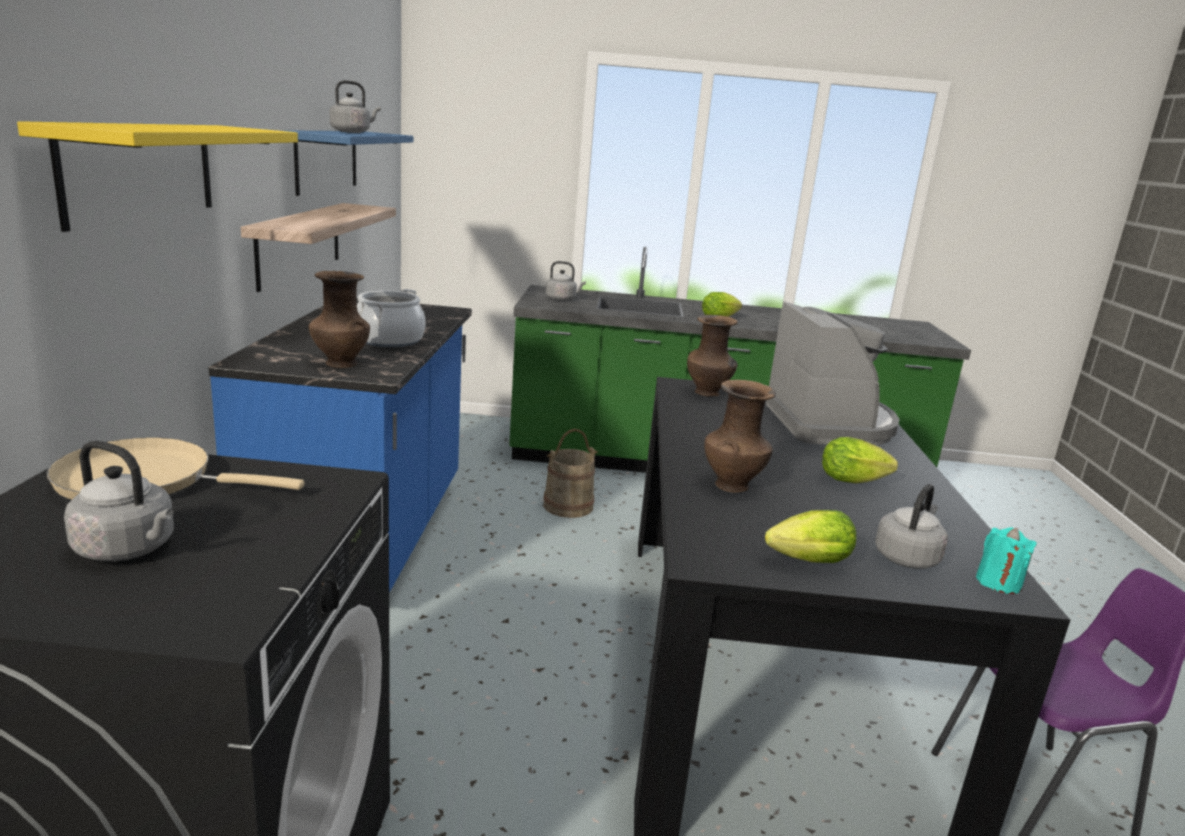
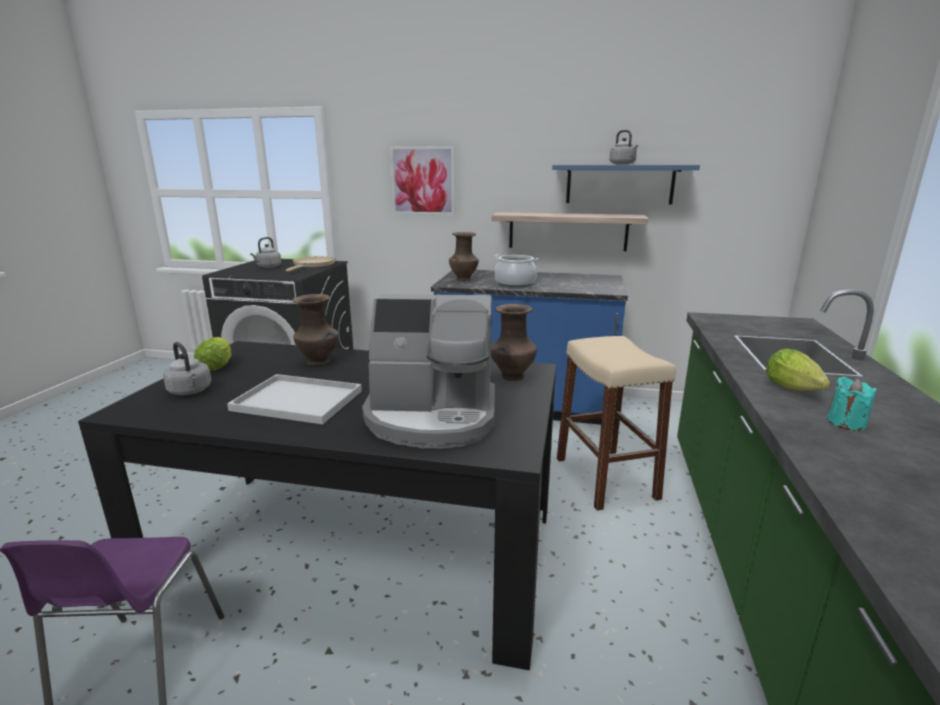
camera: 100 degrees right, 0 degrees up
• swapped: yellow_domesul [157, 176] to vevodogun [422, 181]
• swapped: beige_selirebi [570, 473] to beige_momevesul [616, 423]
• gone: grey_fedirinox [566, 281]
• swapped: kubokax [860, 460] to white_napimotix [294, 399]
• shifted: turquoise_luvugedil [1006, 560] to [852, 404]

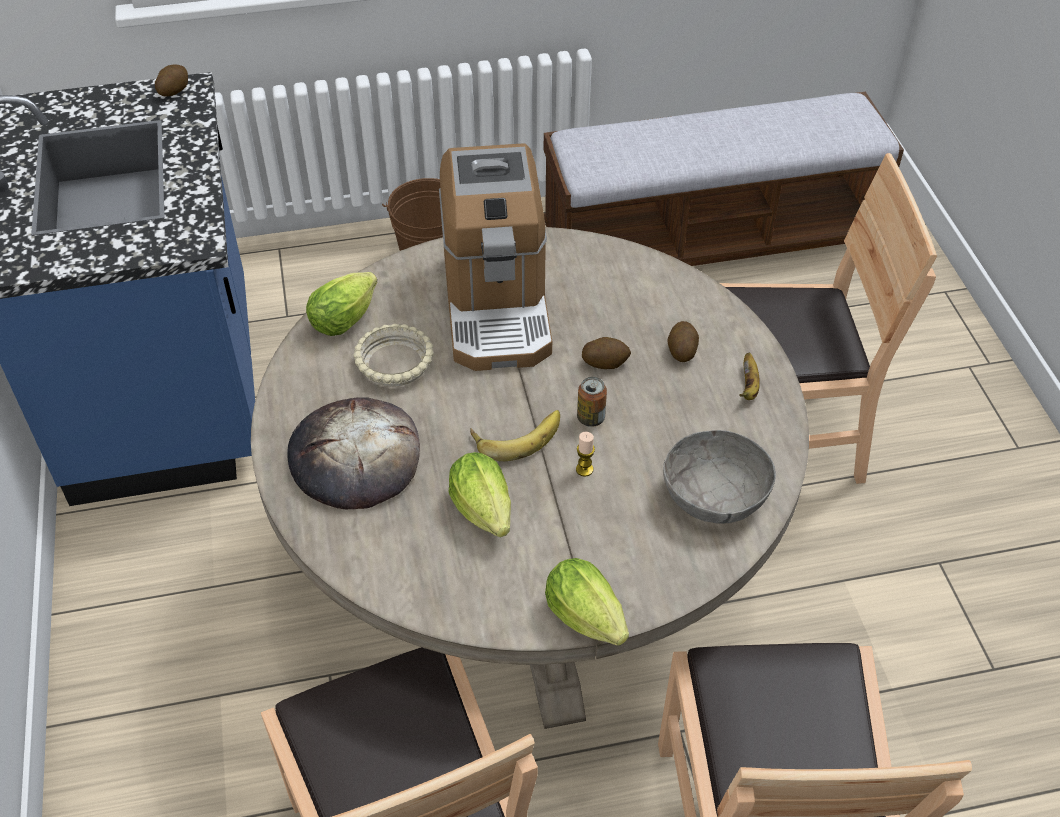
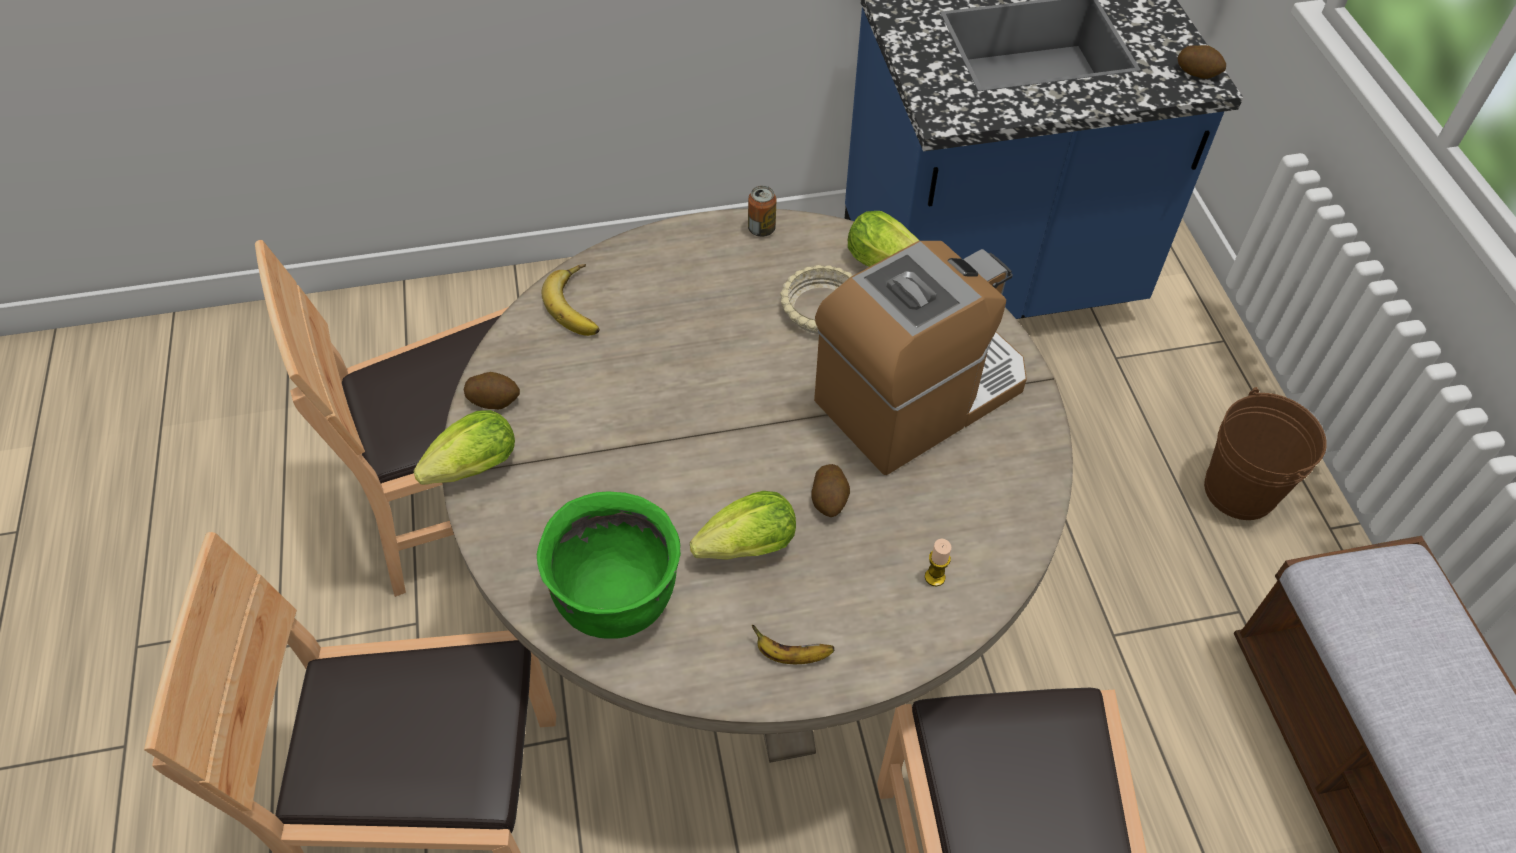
camera: 90 degrees right, 5 degrees up
• gone: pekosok [353, 453]
• rotated: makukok [495, 257] = [920, 358] 150 degrees clockwise
• shifted: kubokax [480, 494] to [743, 525]
• shifted: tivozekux [515, 435] to [571, 300]
• shifted: luvugedil [585, 454] to [938, 563]
• shifted: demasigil [592, 402] to [762, 211]
• swapped: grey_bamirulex [719, 477] to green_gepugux [609, 565]
• shifted: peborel [683, 341] to [492, 390]

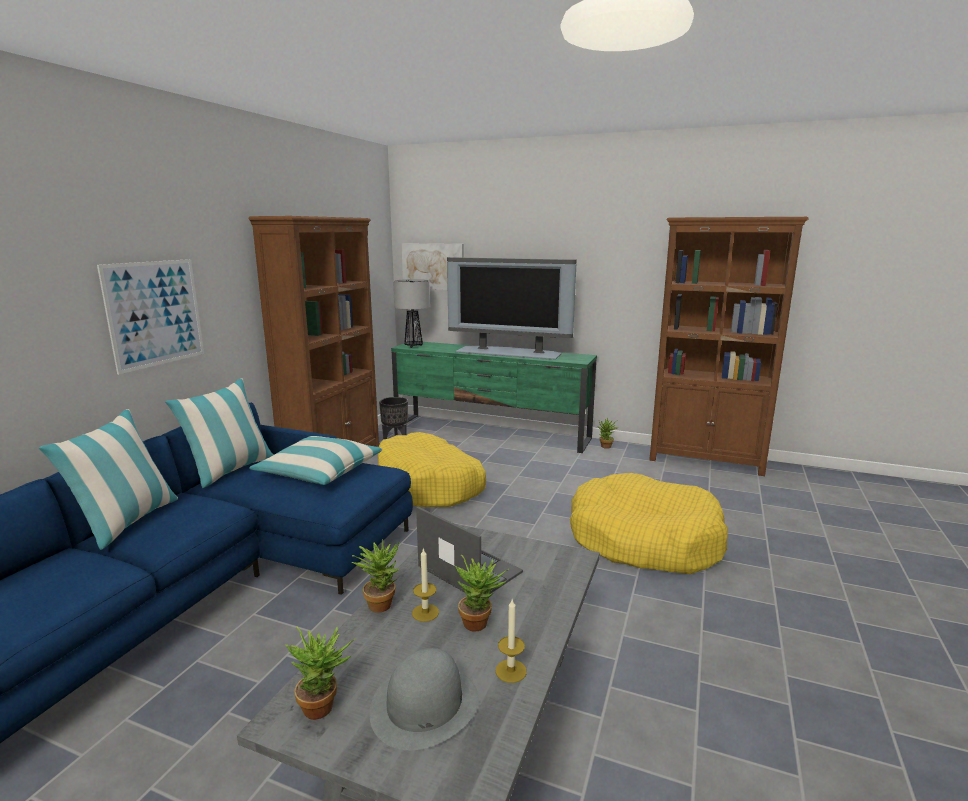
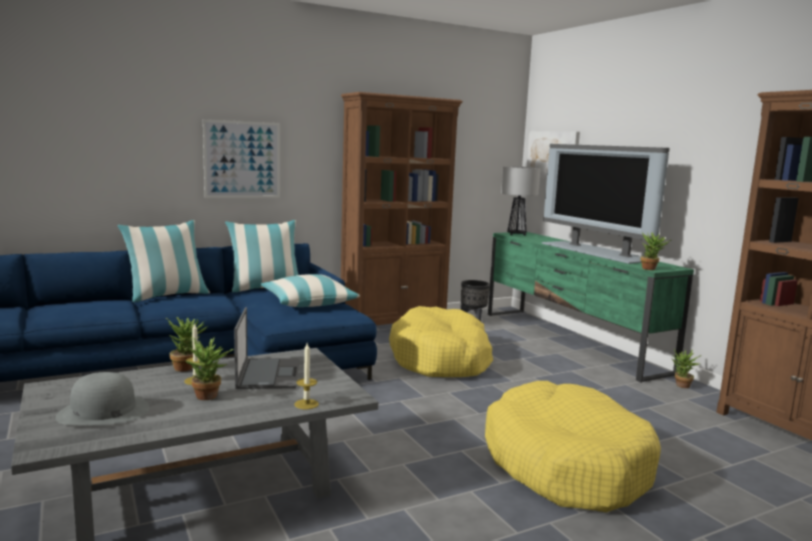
camera: 40 degrees right, 5 degrees down
• shifted: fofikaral [320, 673] to [656, 251]
• shifted: luvugedil [511, 641] to [306, 376]

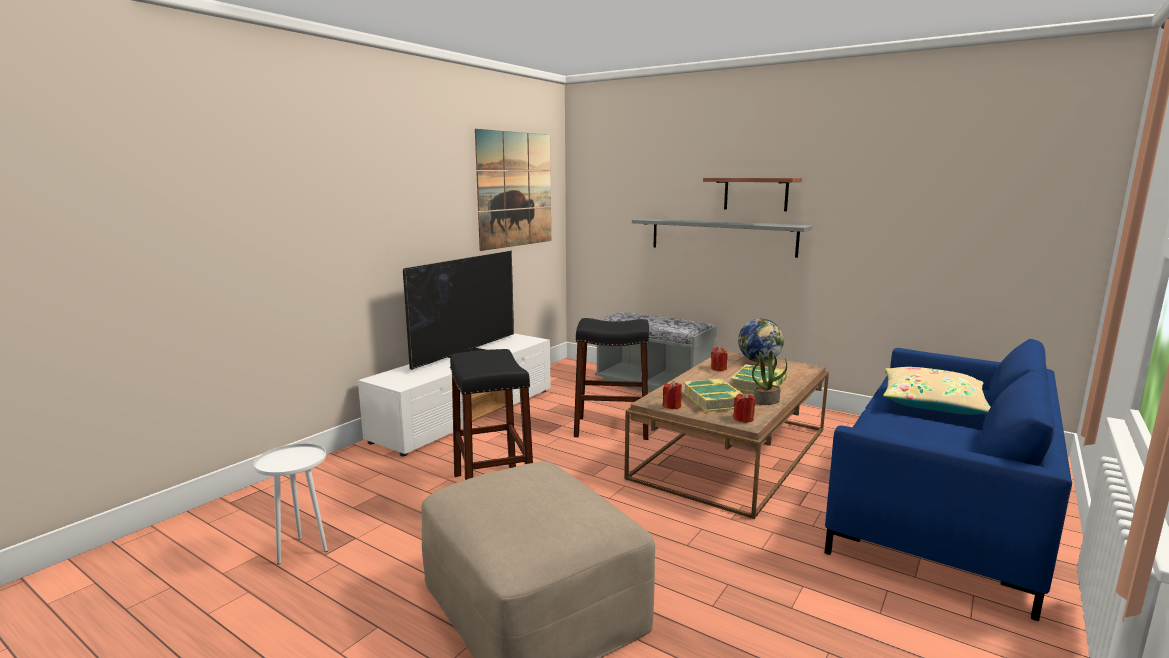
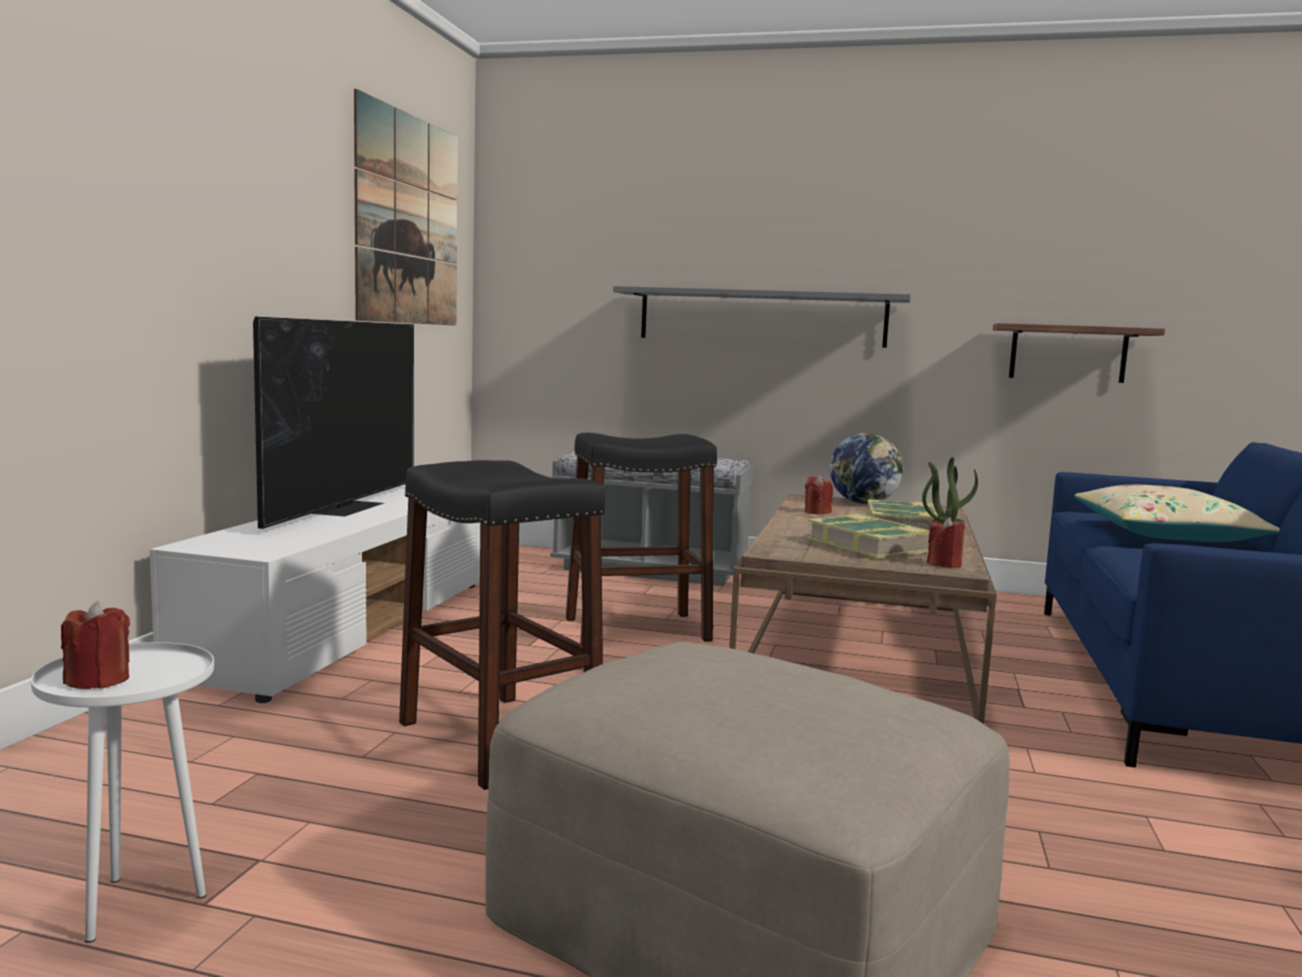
camera: 20 degrees left, 5 degrees down
• shifted: red_luvugedil [672, 395] to [95, 645]
• shifted: domesul [752, 194] to [1079, 353]

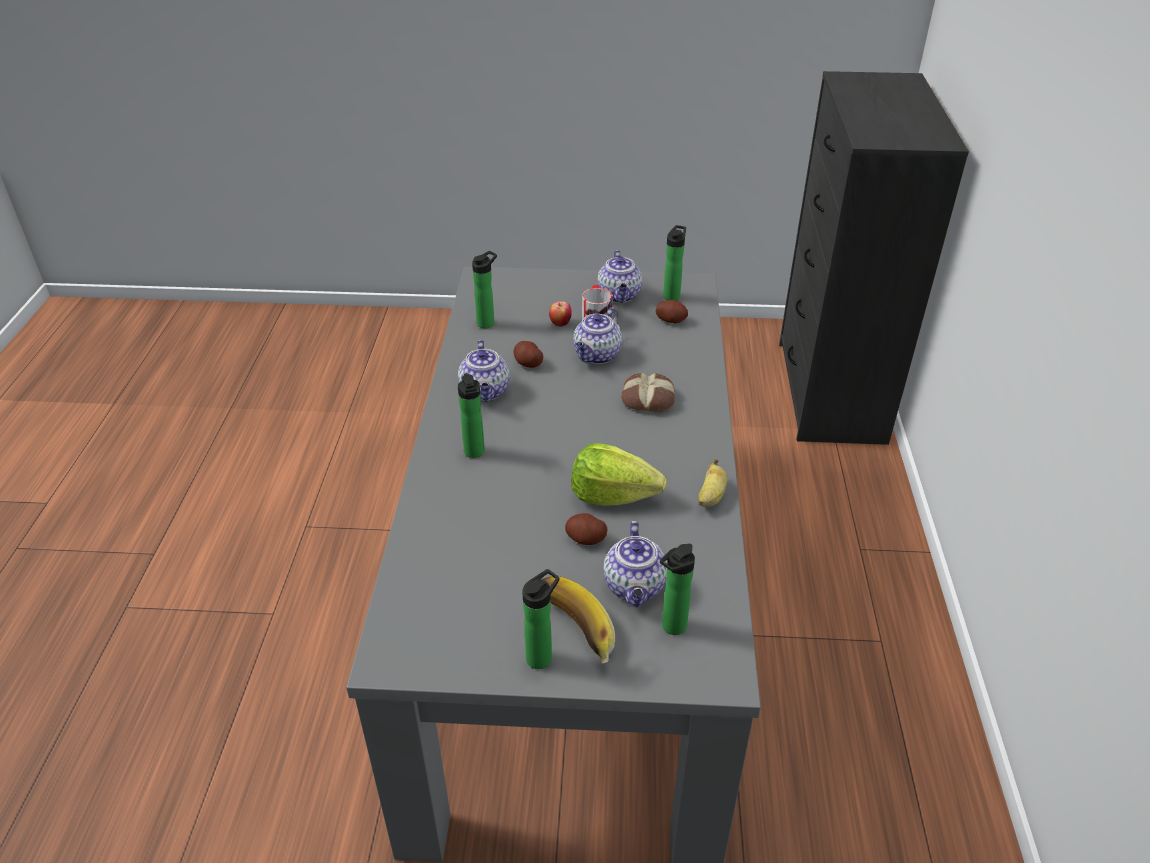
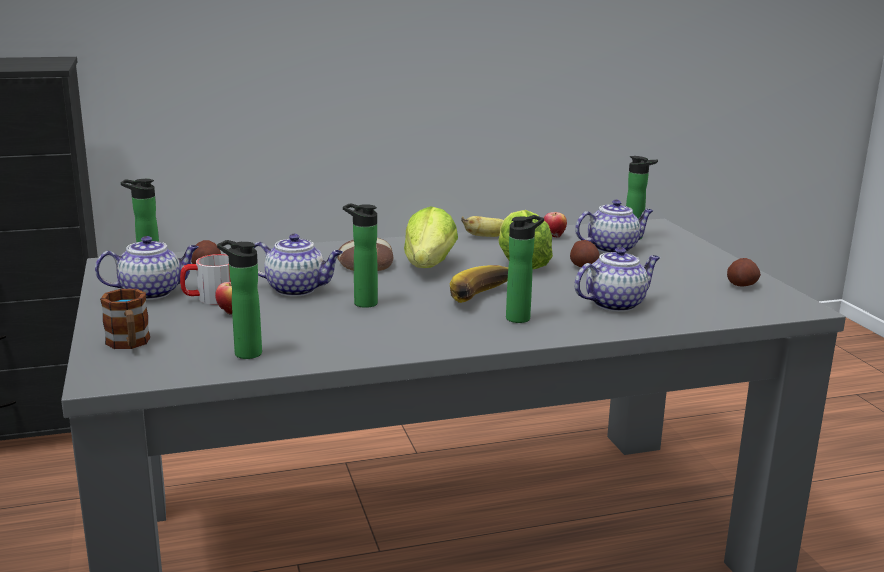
camera: 110 degrees left, 20 degrees down
• shifted: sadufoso [484, 371] to [617, 279]
• shifted: peborel [528, 354] to [744, 272]
• shifted: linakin [540, 619] to [360, 255]
• shifted: tivozekux [578, 619] to [479, 284]
• new: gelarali [125, 319]
• new: kubokax [431, 237]
• new: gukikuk [555, 225]

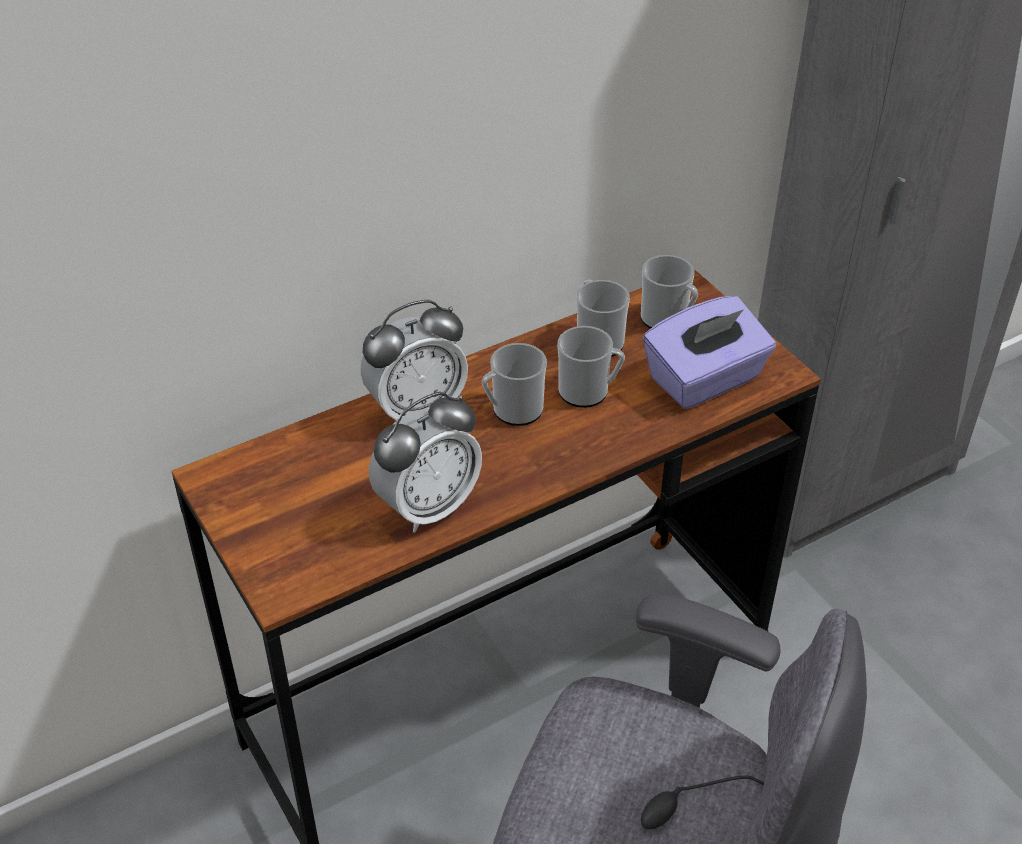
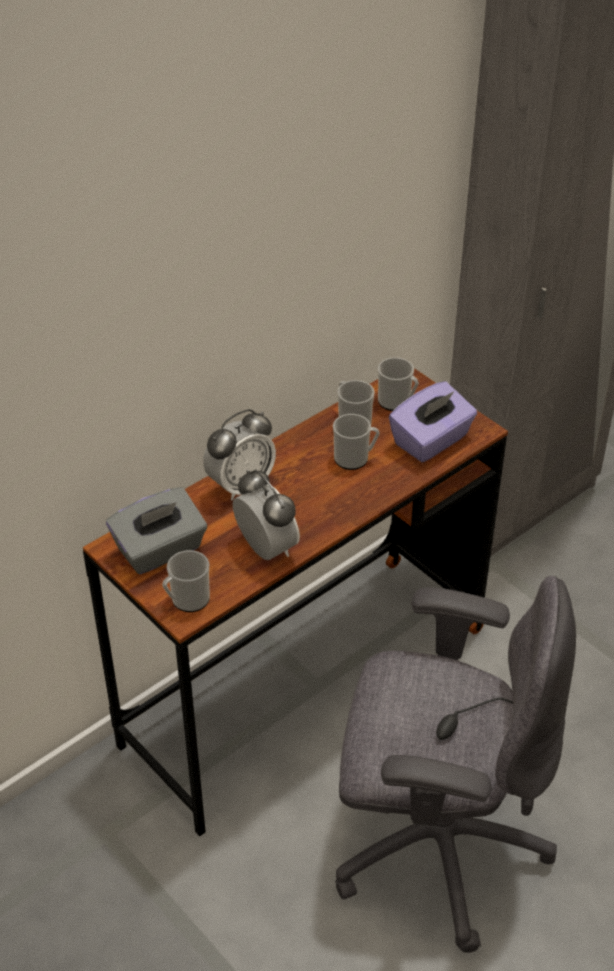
camera: 10 degrees left, 0 degrees up
• rotated: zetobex [425, 462] = [266, 514] 75 degrees counterclockwise
• shifted: gelarali [514, 384] to [186, 581]
• new: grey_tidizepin [156, 530]

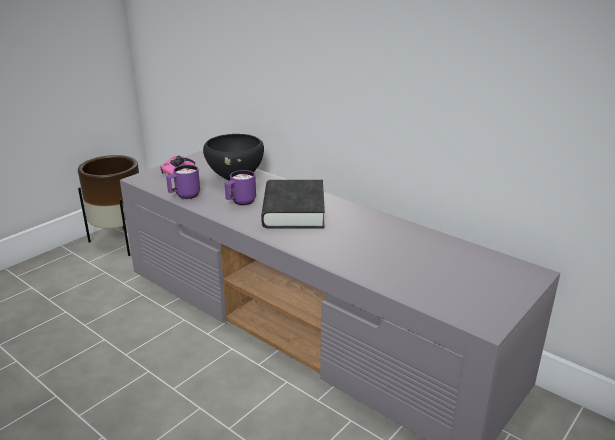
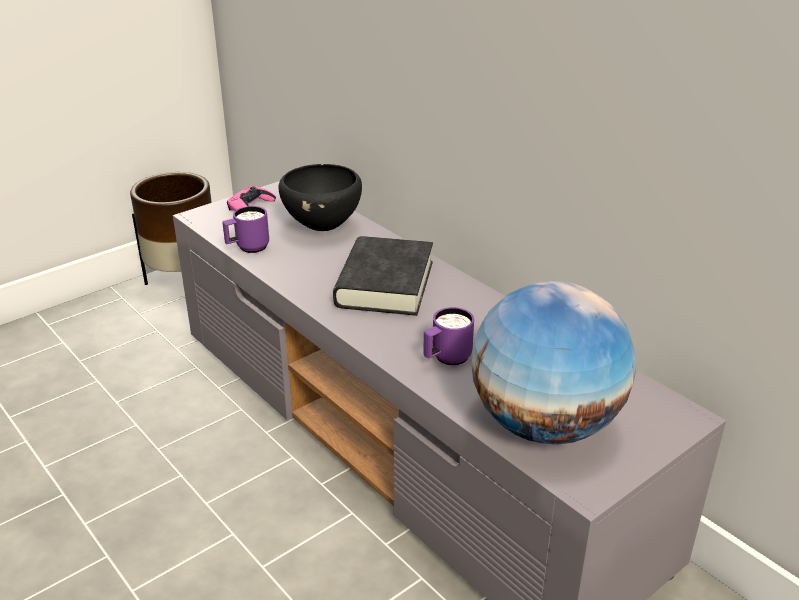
camera: 10 degrees right, 5 degrees up
• shifted: purple_gelarali [240, 187] to [448, 336]
• new: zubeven [553, 362]

